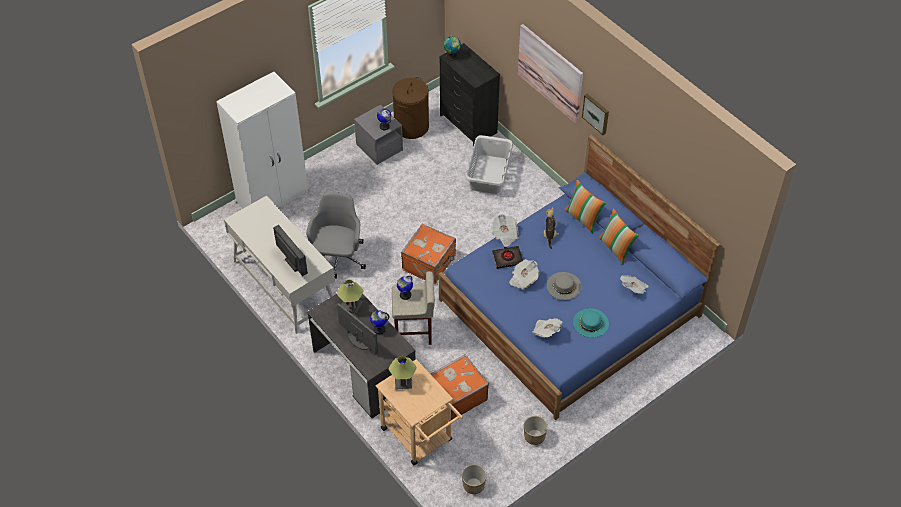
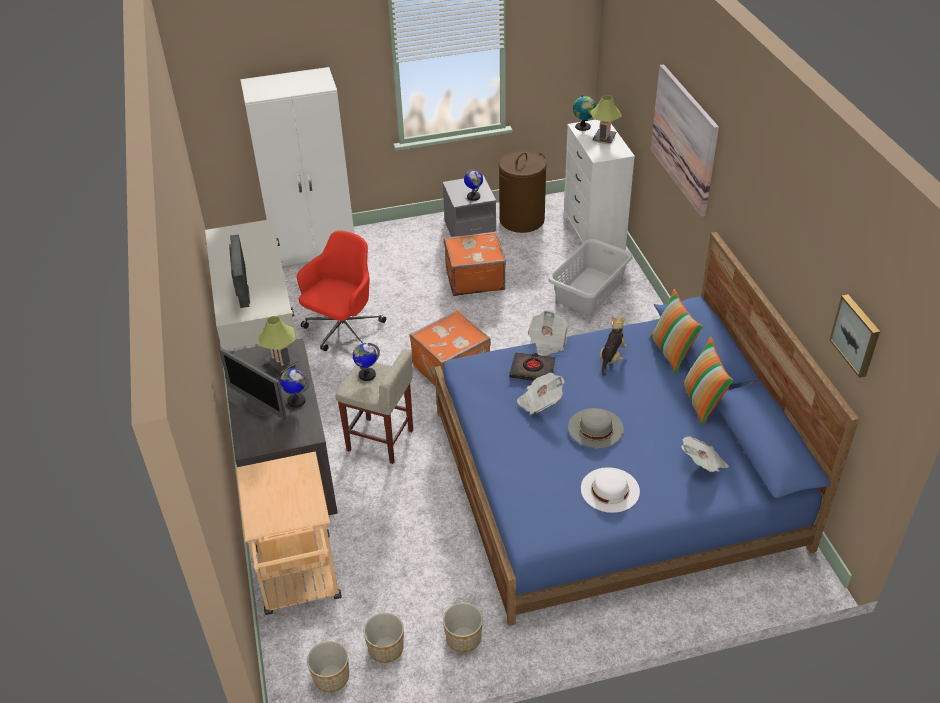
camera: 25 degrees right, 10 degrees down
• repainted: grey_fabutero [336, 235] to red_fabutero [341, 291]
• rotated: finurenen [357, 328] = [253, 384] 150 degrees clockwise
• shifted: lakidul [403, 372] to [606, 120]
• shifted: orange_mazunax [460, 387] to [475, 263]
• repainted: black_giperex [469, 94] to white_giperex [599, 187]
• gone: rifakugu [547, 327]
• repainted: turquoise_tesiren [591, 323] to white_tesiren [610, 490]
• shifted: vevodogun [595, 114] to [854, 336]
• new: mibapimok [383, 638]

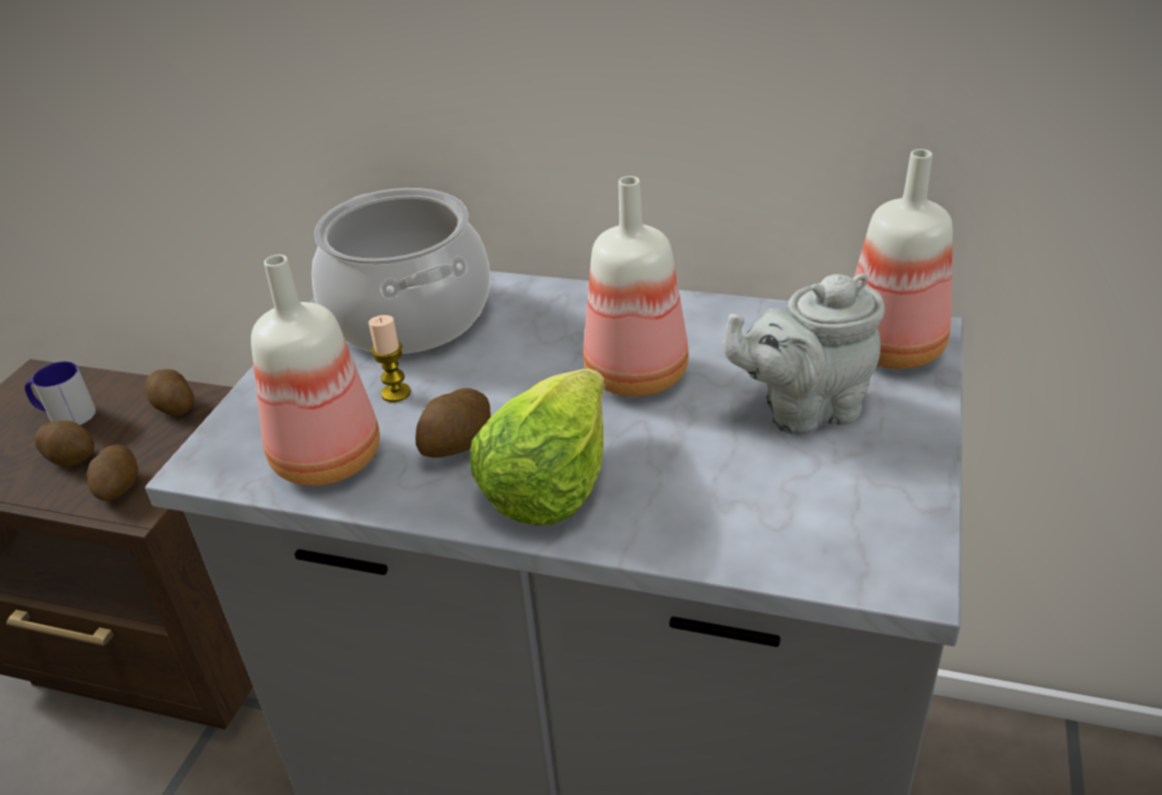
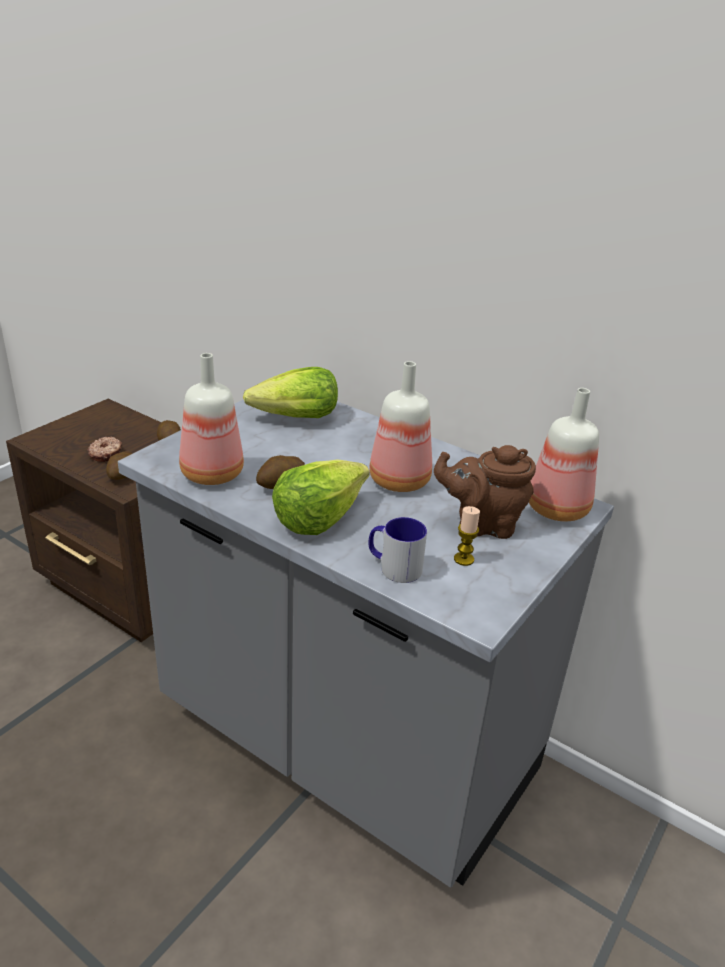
camera: 15 degrees right, 5 degrees down
• shifted: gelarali [60, 393] to [397, 550]
• swapped: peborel [64, 444] to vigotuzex [105, 449]
• swapped: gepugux [401, 271] to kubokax [290, 392]
• shifted: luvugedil [389, 358] to [467, 536]
• repainted: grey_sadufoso [804, 354] to brown_sadufoso [485, 492]

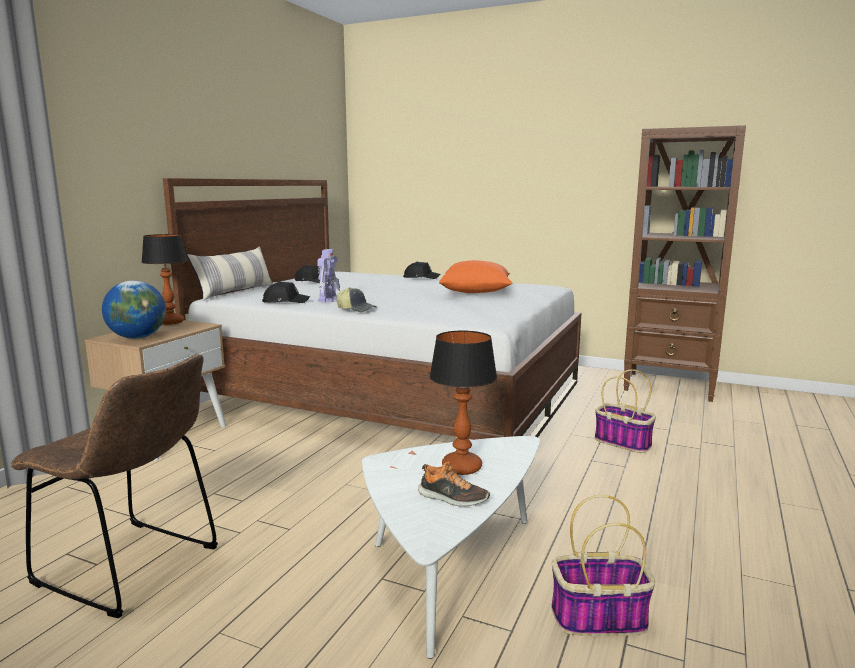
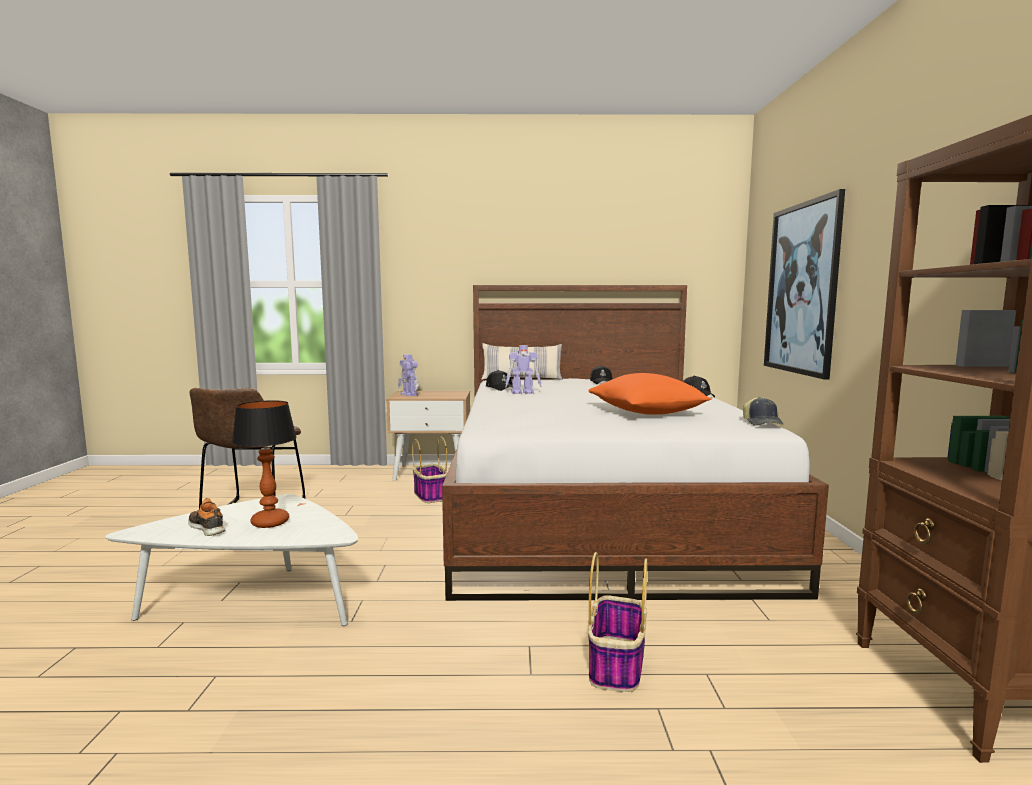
camera: 65 degrees right, 5 degrees down
• swapped: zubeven [134, 309] to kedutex [408, 375]
• gone: lakidul [164, 279]
• shifted: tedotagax [356, 300] to [763, 411]
• rotated: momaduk [454, 484] = [206, 517] 135 degrees clockwise
• shifted: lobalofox [603, 565] to [429, 470]
• new: vevodogun [804, 284]

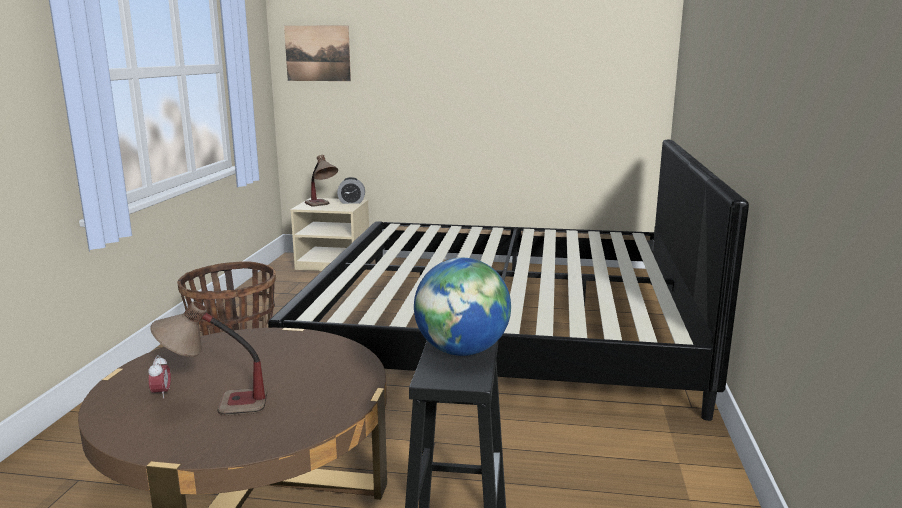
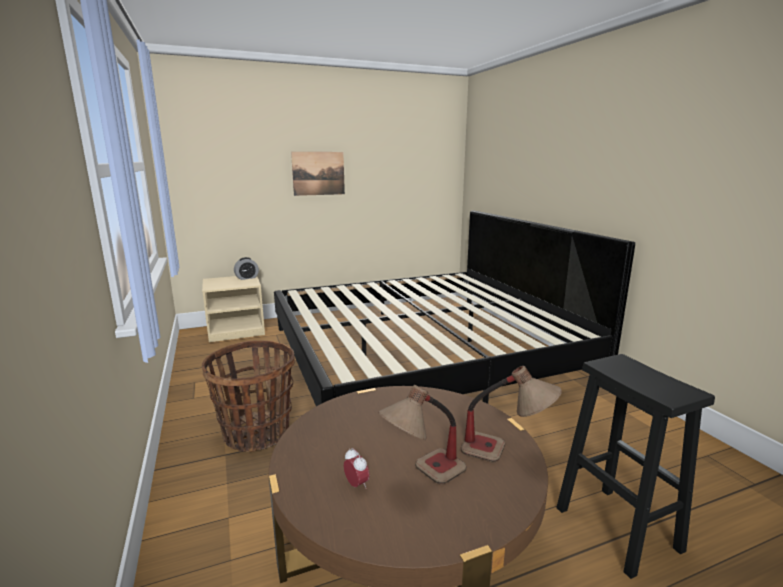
camera: 30 degrees left, 0 degrees up
• shifted: vevodogun [317, 53] to [318, 174]
• shifted: lakidul [321, 181] to [511, 414]
• gone: zubeven [462, 307]

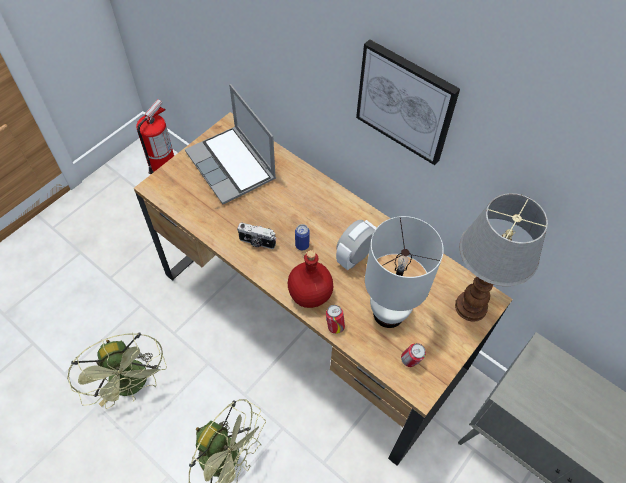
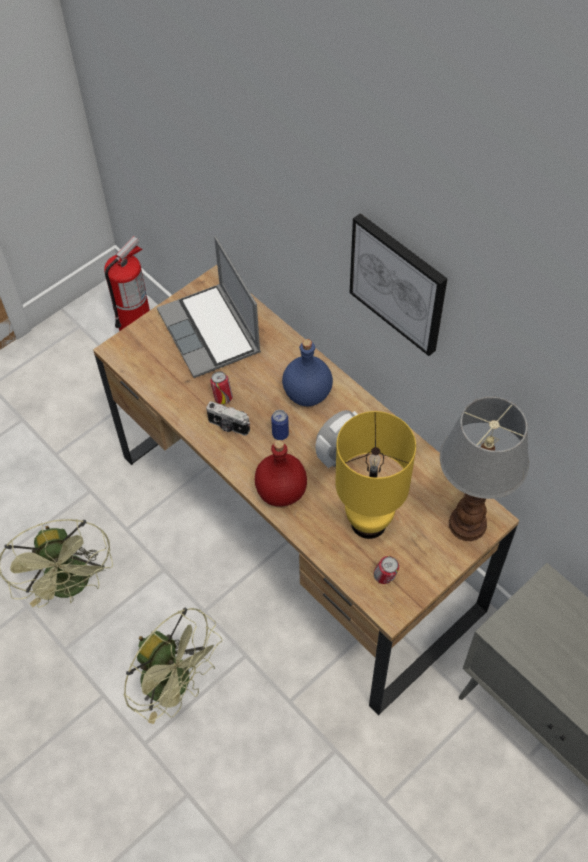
camera: 10 degrees right, 0 degrees up
• shifted: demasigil [335, 319] to [221, 388]
• repainted: white_lakidul [404, 272] to yellow_lakidul [375, 475]
• new: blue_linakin [307, 372]

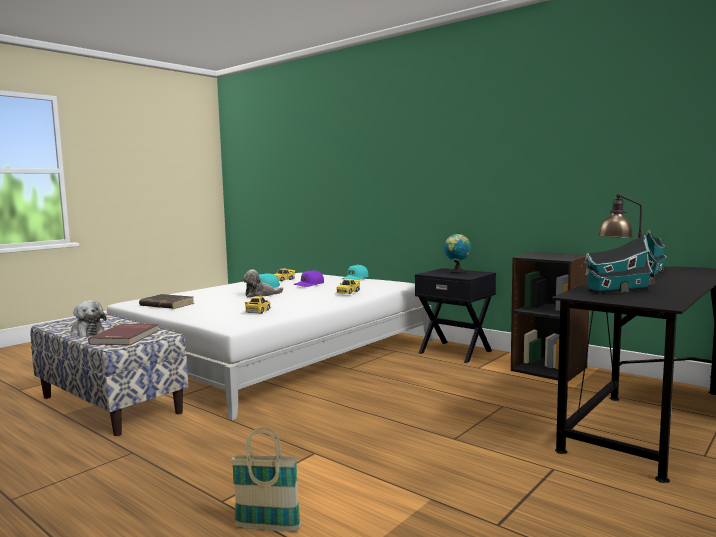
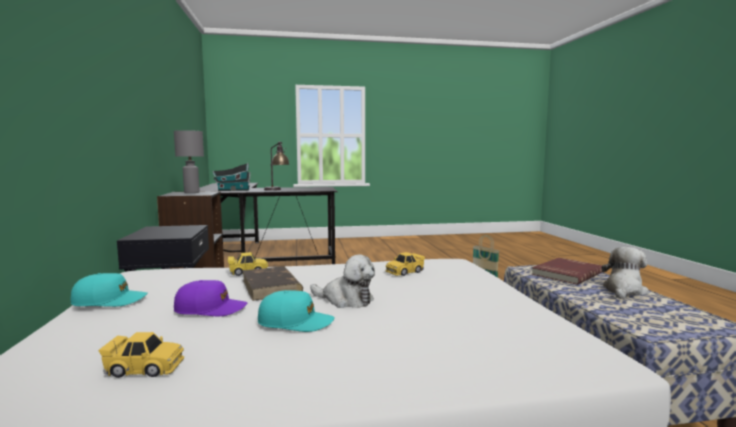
camera: 140 degrees left, 0 degrees up
• rotated: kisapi [88, 318] = [625, 273] 45 degrees clockwise
• shifted: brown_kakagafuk [167, 301] to [273, 283]
• gone: zubeven [457, 253]
• gone: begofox [619, 264]
• new: grey_lakidul [189, 161]

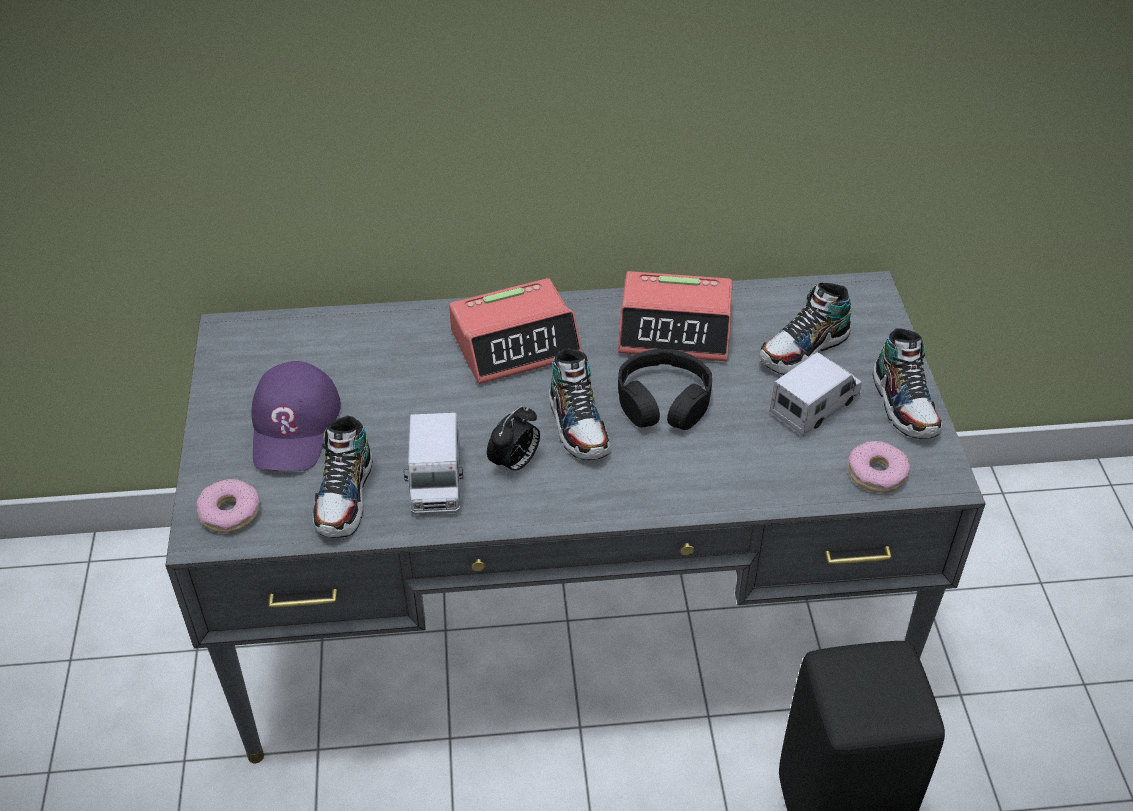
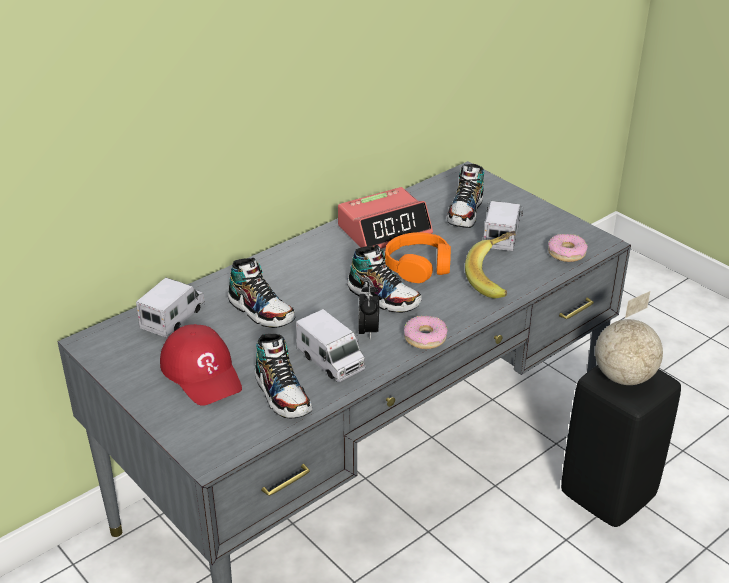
camera: 35 degrees left, 10 degrees down
• shifted: vigotuzex [228, 506] to [426, 332]
• repainted: purple_tedotagax [296, 416] to red_tedotagax [201, 365]
• gone: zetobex [515, 331]
• repainted: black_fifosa [665, 389] to orange_fifosa [418, 257]
• shifted: momaduk [907, 383] to [261, 293]
• new: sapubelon [170, 308]
• new: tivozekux [490, 264]
• new: zubeven [629, 338]

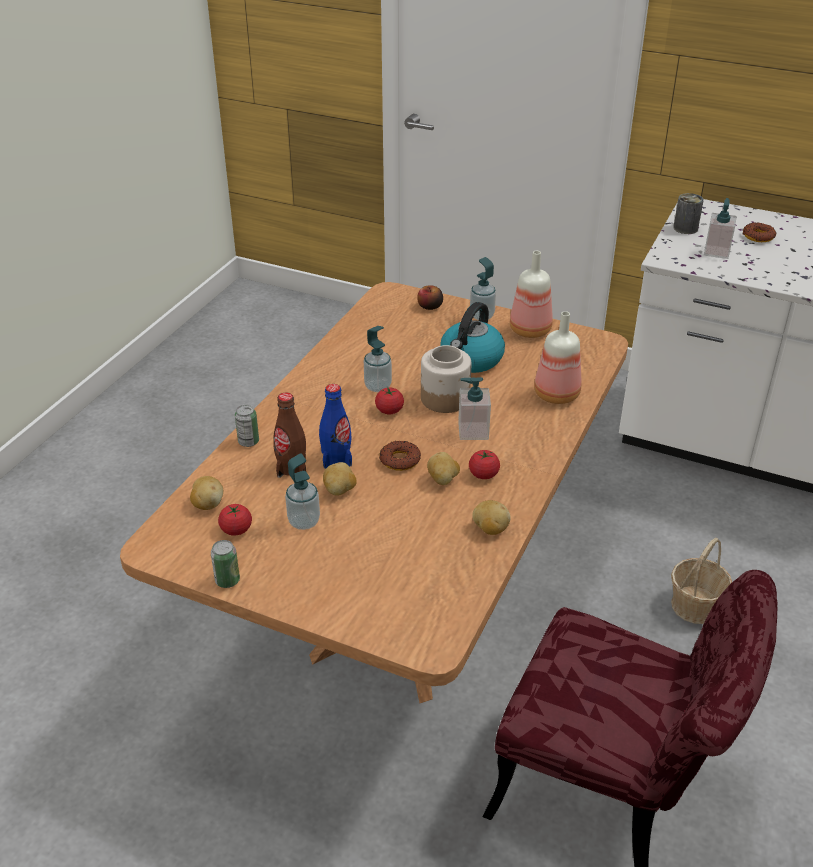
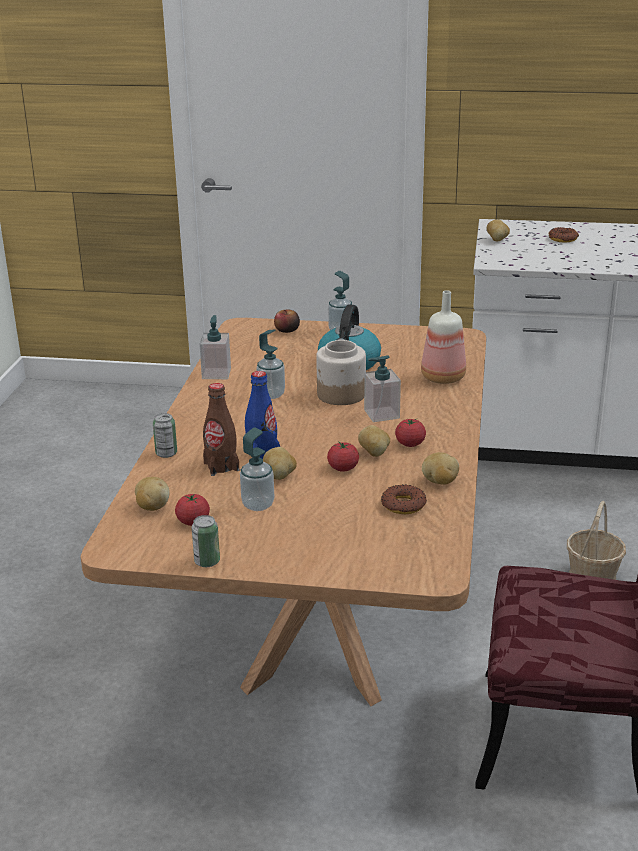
camera: 15 degrees left, 10 degrees down
• shifted: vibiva [389, 400] to [343, 456]
• shifted: vigotuzex [400, 456] to [404, 499]
• gone: linakin [531, 294]
• swapped: demasigil [688, 213] to peborel [498, 230]
• shifted: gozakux [720, 228] to [215, 347]

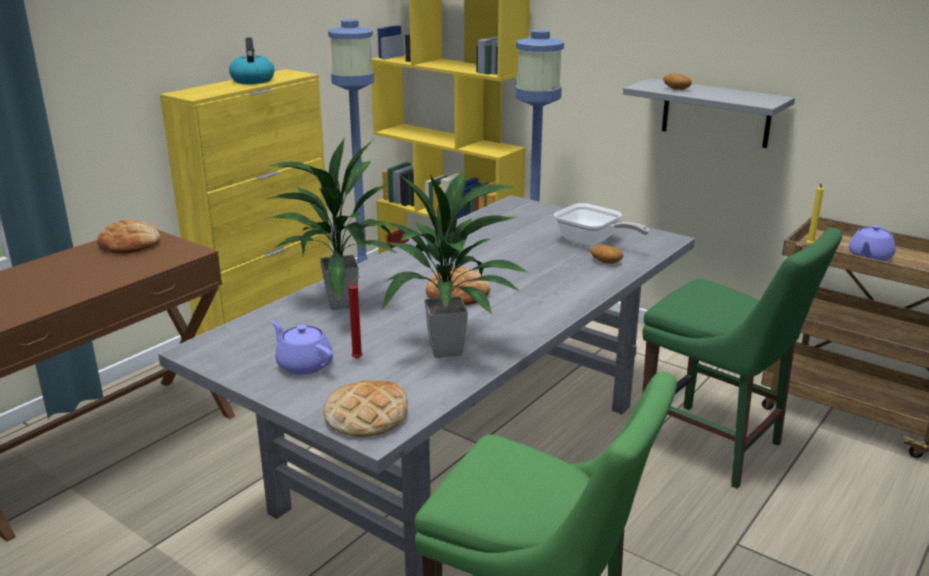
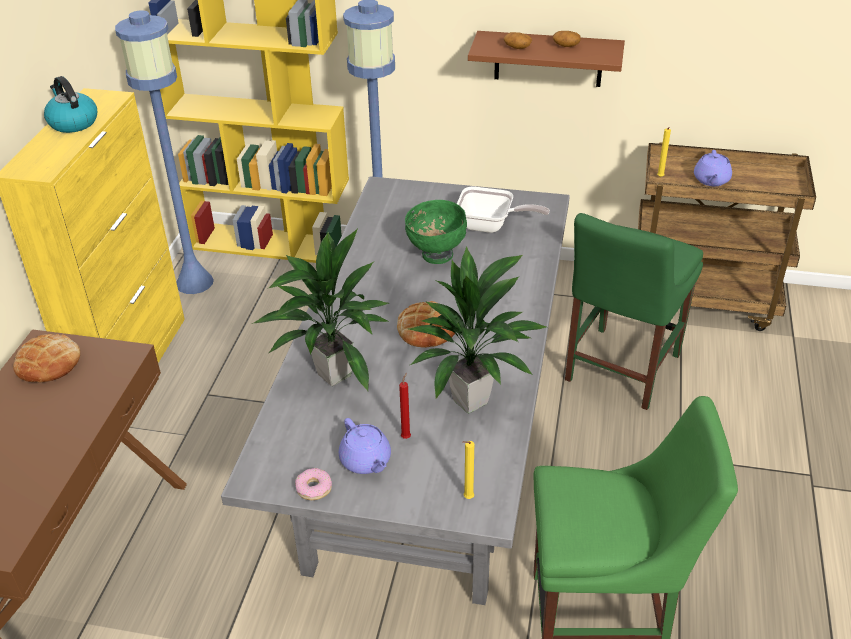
camera: 25 degrees left, 15 degrees up
• rotated: purple_sadufoso [302, 347] = [365, 446] 135 degrees counterclockwise
• swapped: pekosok [366, 408] to yellow_luvugedil [468, 470]
• shifted: peborel [607, 254] to [567, 39]
• repainted: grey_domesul [709, 113] to brown_domesul [546, 59]
• rotated: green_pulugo [742, 358] = [634, 311] 105 degrees clockwise
• new: vigotuzex [313, 484]
• new: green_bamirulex [436, 232]

